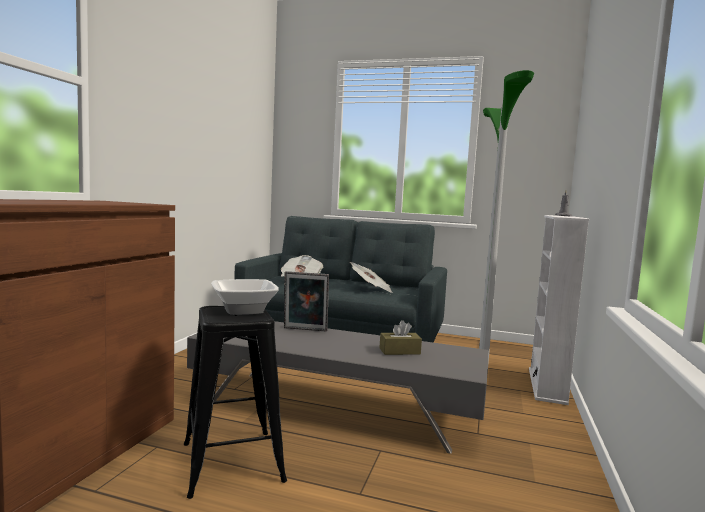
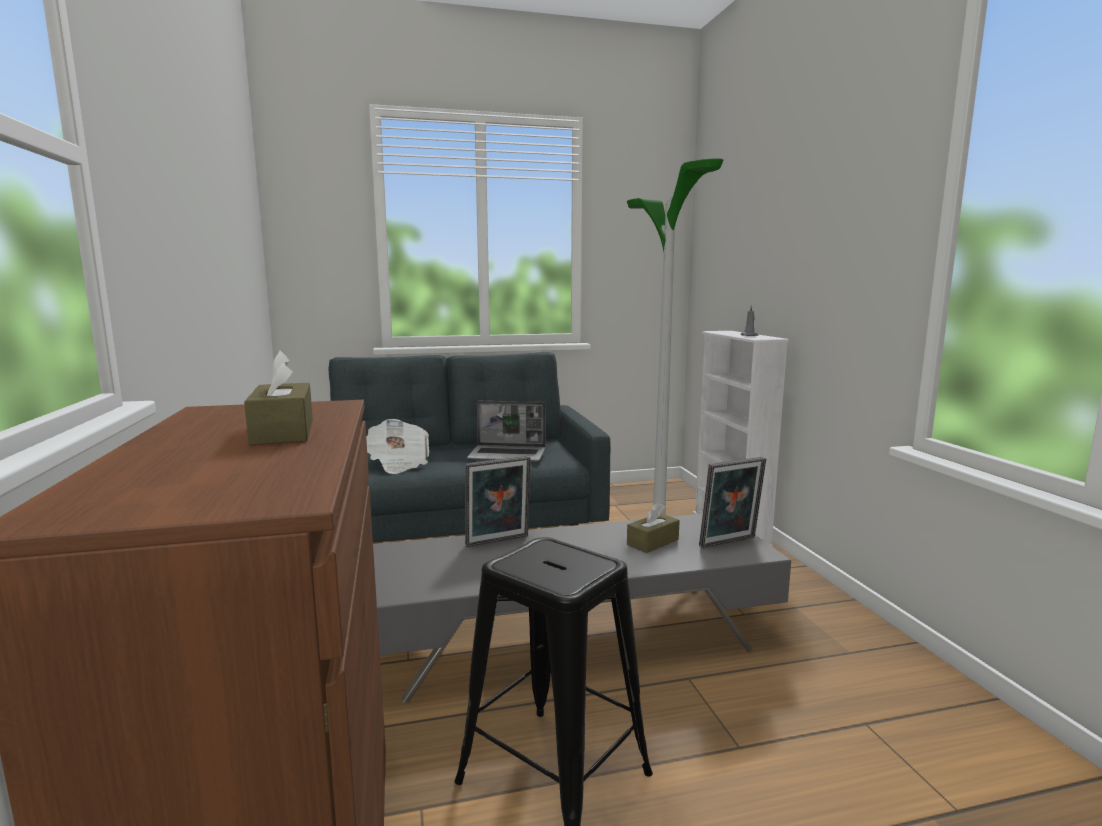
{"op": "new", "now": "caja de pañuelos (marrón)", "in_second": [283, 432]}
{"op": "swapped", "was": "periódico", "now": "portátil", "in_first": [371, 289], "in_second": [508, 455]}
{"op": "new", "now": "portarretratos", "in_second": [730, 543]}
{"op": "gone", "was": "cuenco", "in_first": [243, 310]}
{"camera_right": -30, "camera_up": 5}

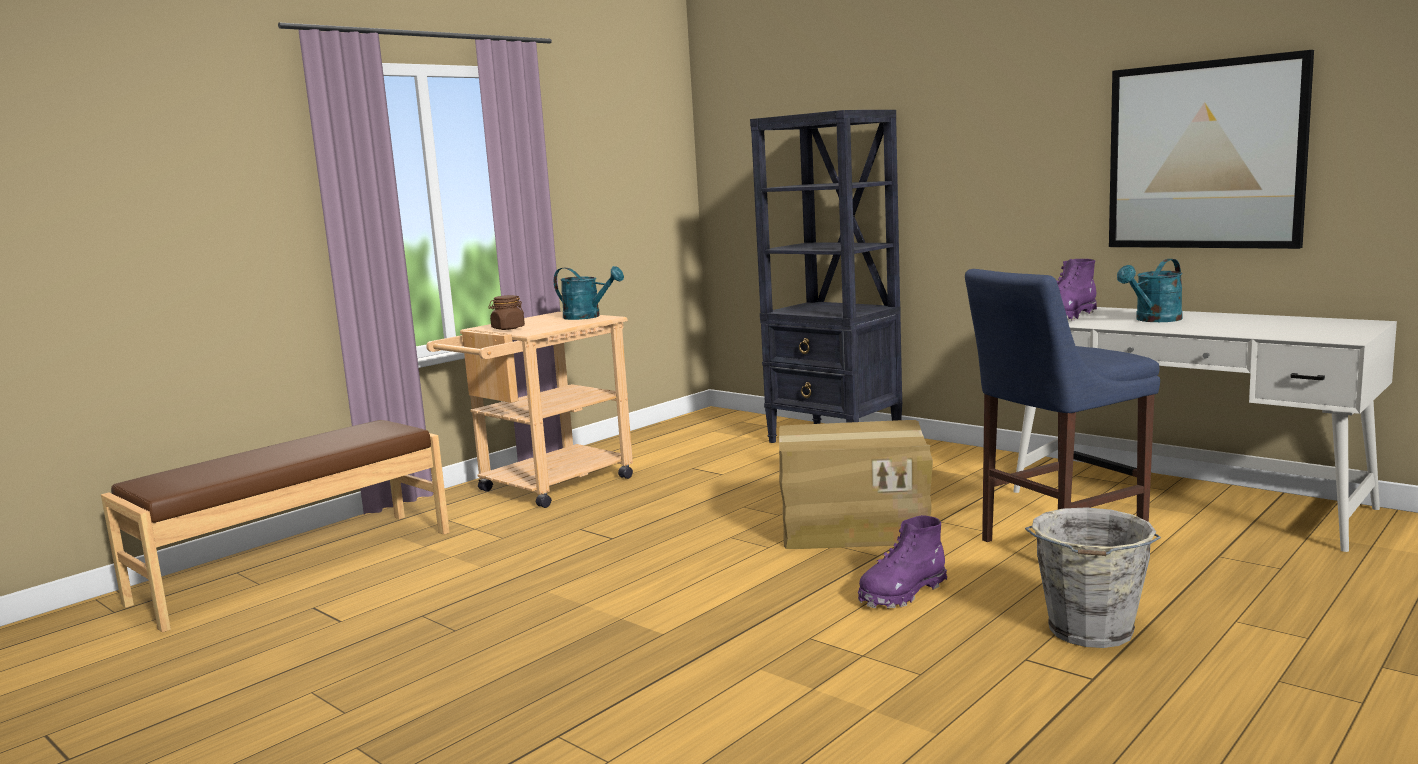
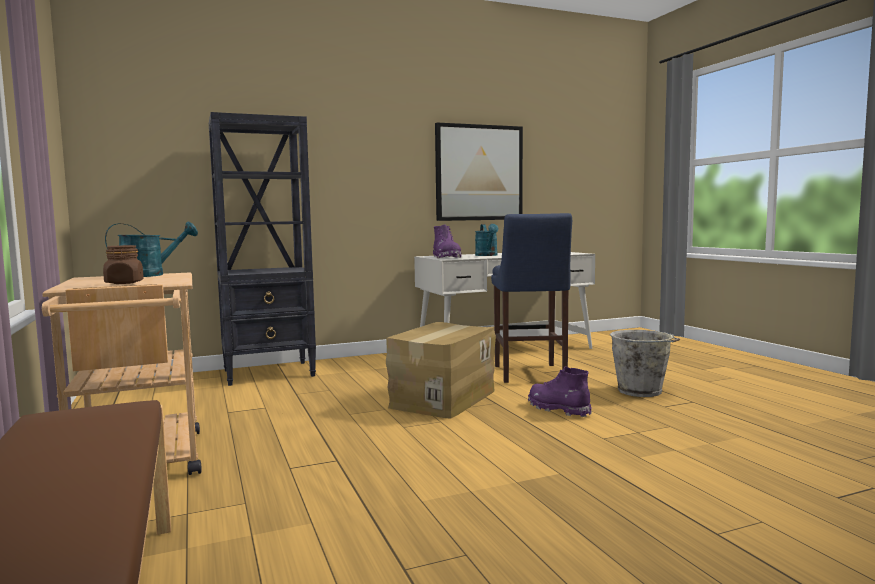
{"op": "rotated", "was": "bota (morado)", "in_first": [901, 593], "in_second": [558, 409], "clockwise": 150}
{"camera_right": -65, "camera_up": -5}

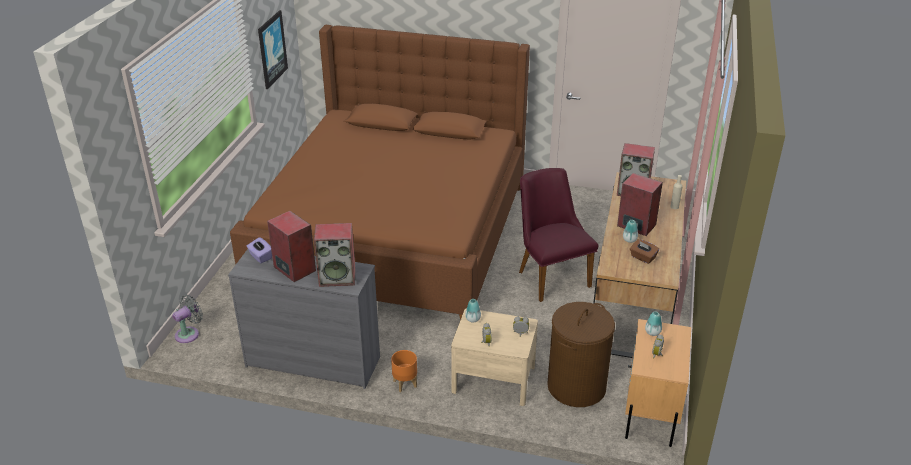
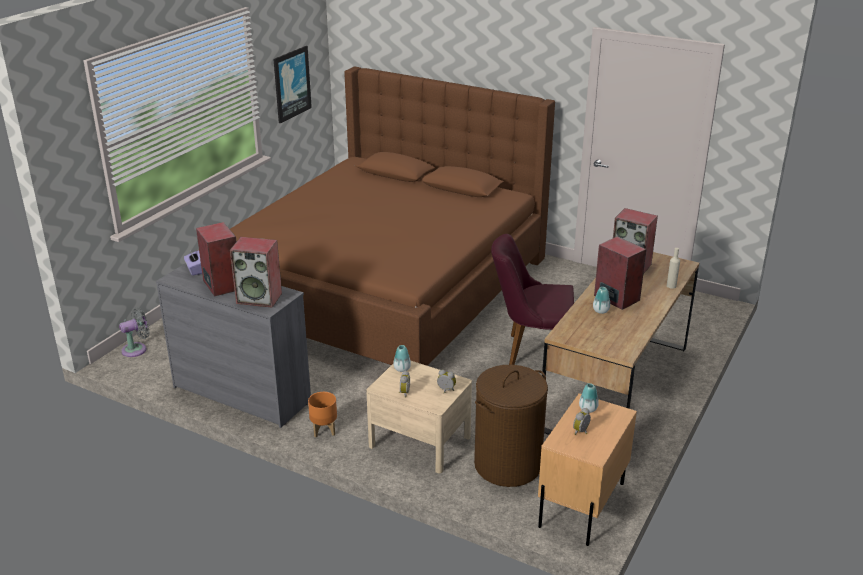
{"op": "rotated", "was": "silla (morado)", "in_first": [550, 275], "in_second": [531, 351], "clockwise": -75}
{"op": "gone", "was": "caja de pañuelos (marrón)", "in_first": [642, 257]}
{"camera_right": 15, "camera_up": -5}

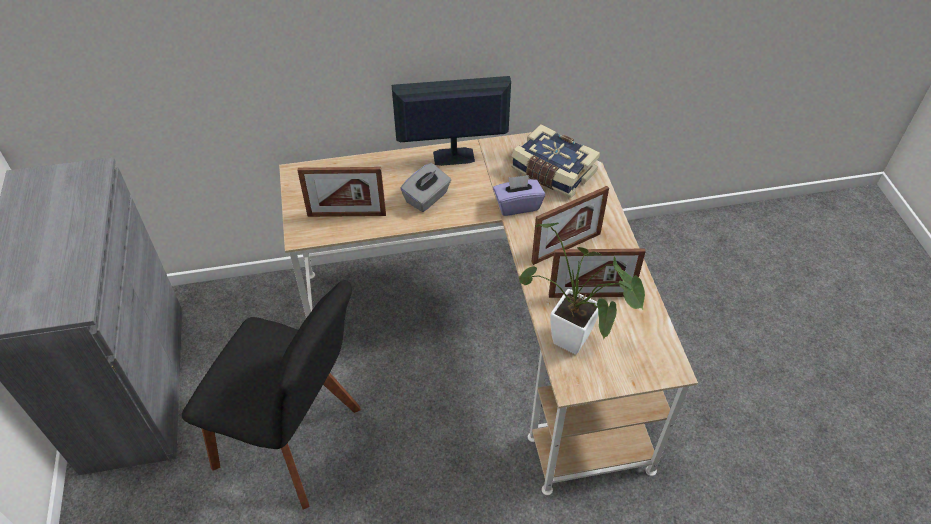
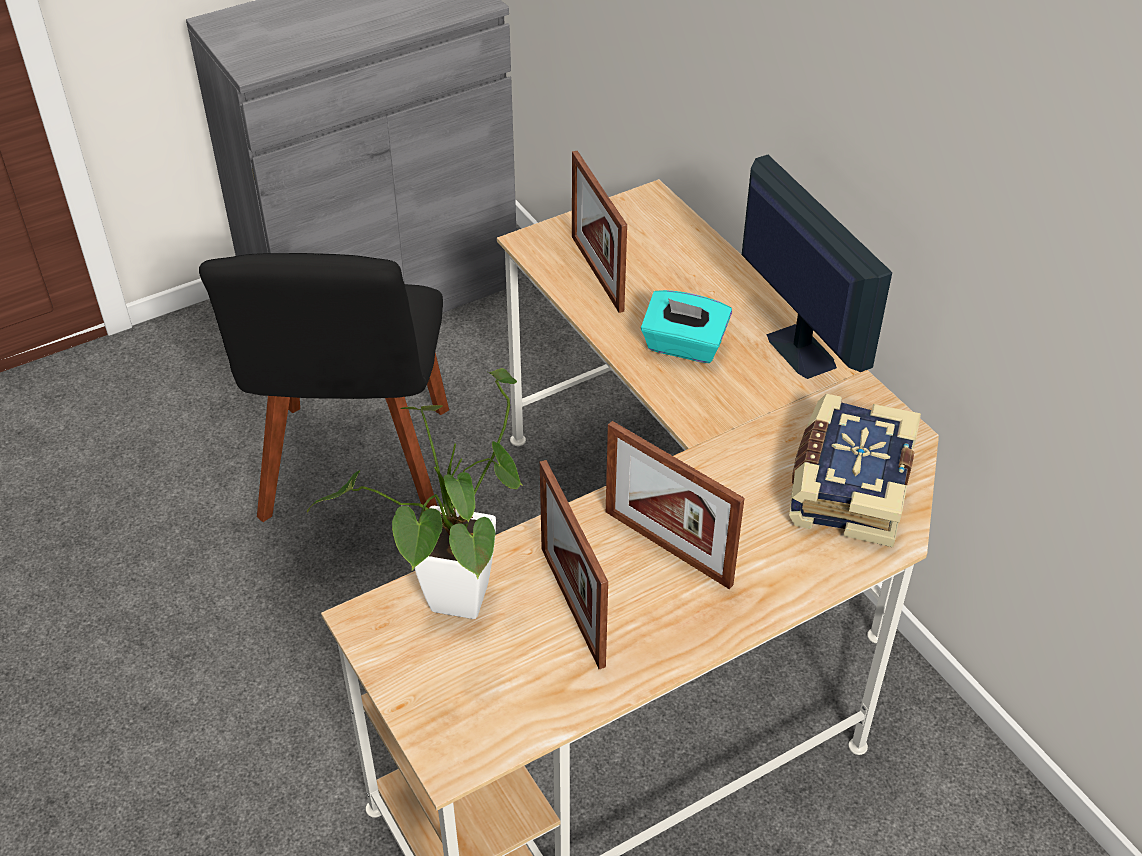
{"op": "repainted", "was": "caja de pañuelos (gris)", "now": "caja de pañuelos (turquesa)", "in_first": [427, 198], "in_second": [684, 346]}
{"op": "gone", "was": "caja de pañuelos (morado)", "in_first": [517, 205]}
{"camera_right": 70, "camera_up": -5}

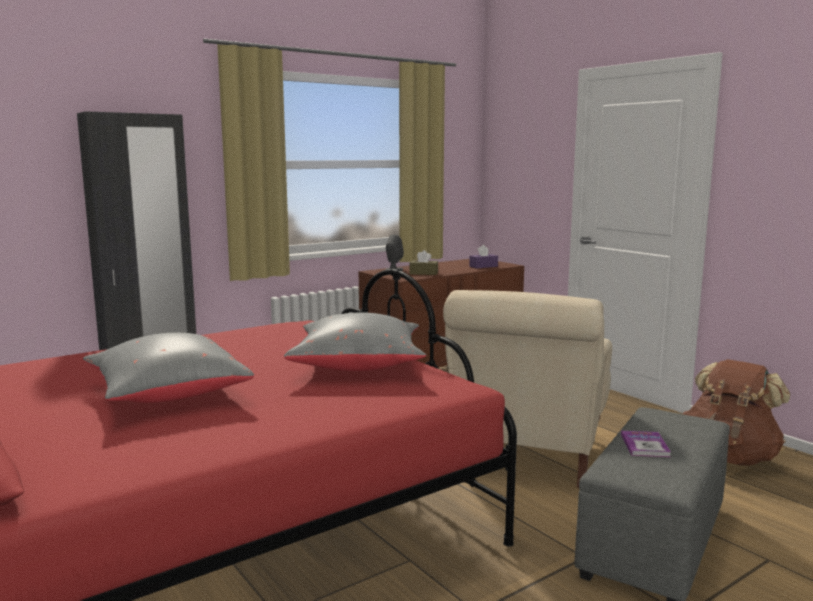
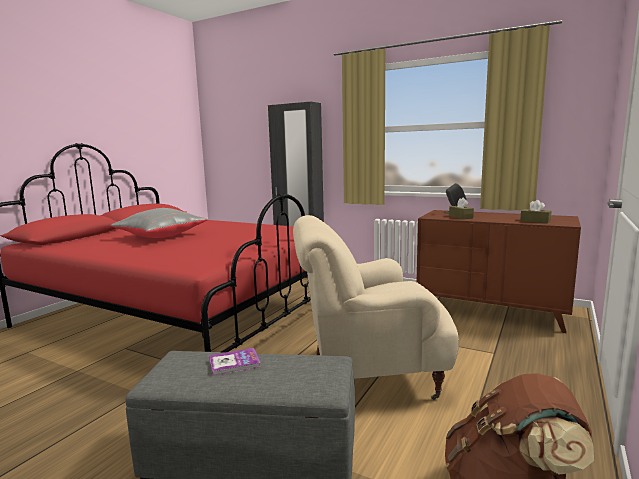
{"op": "repainted", "was": "caja de pañuelos (morado)", "now": "caja de pañuelos (marrón)", "in_first": [483, 266], "in_second": [535, 221]}
{"op": "gone", "was": "cojín (gris)", "in_first": [358, 365]}
{"camera_right": 65, "camera_up": 0}

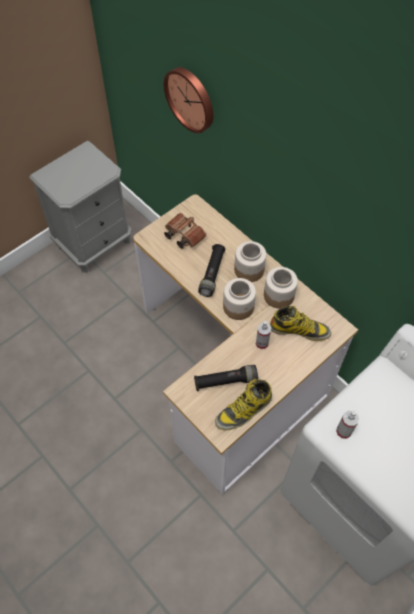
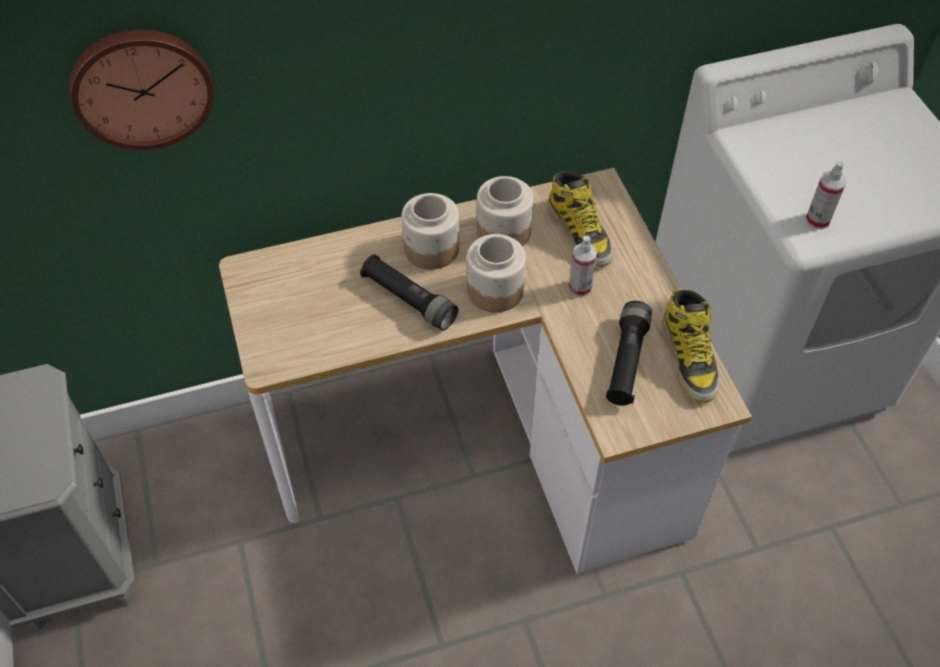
{"op": "rotated", "was": "bota", "in_first": [299, 330], "in_second": [580, 232], "clockwise": 120}
{"op": "gone", "was": "prismáticos (marrón)", "in_first": [183, 235]}
{"camera_right": -65, "camera_up": -5}

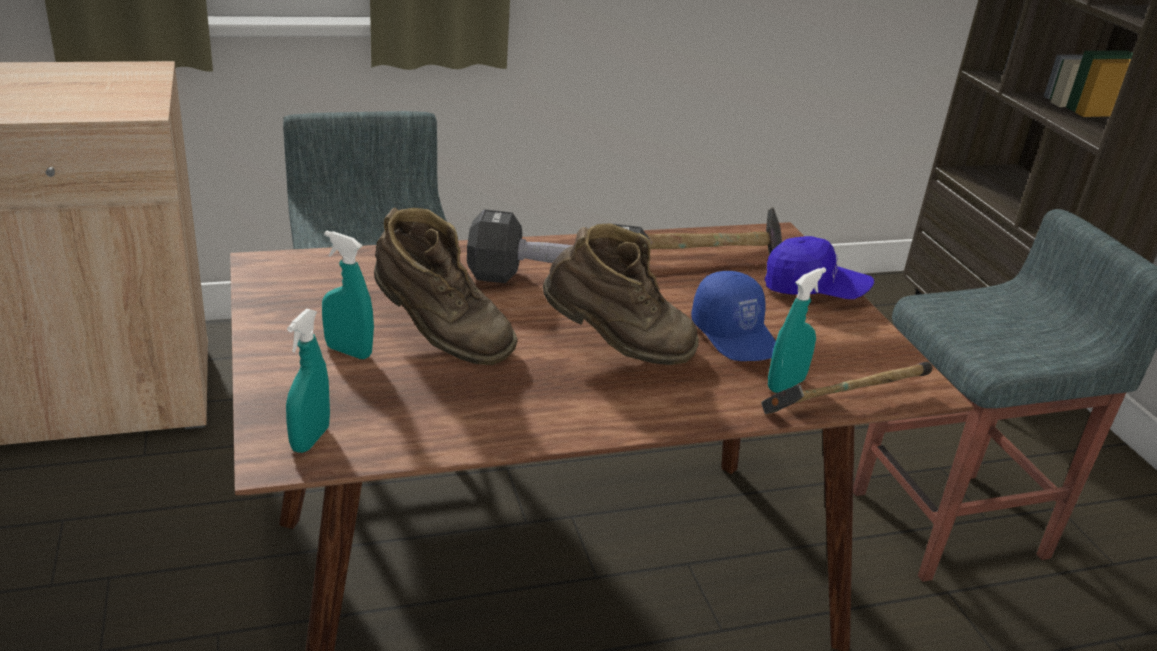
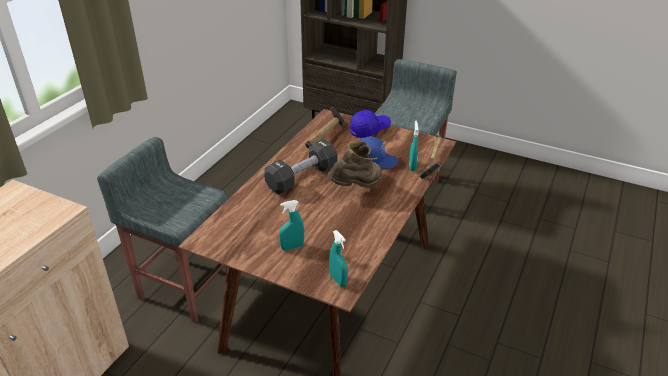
{"op": "gone", "was": "bota (marrón)", "in_first": [439, 338]}
{"camera_right": -45, "camera_up": 5}

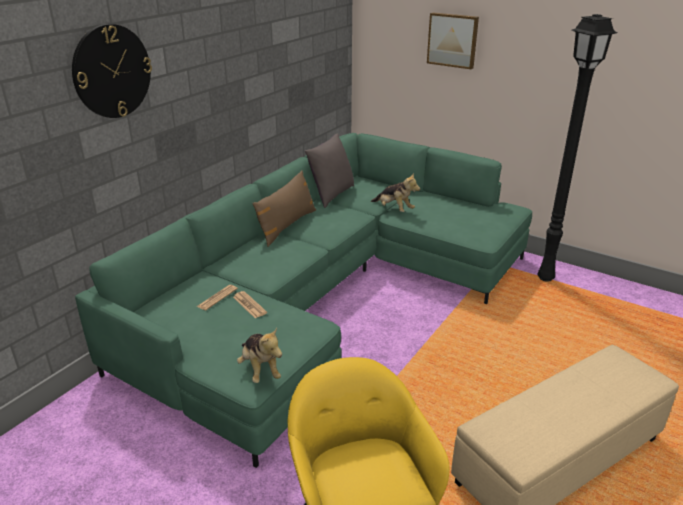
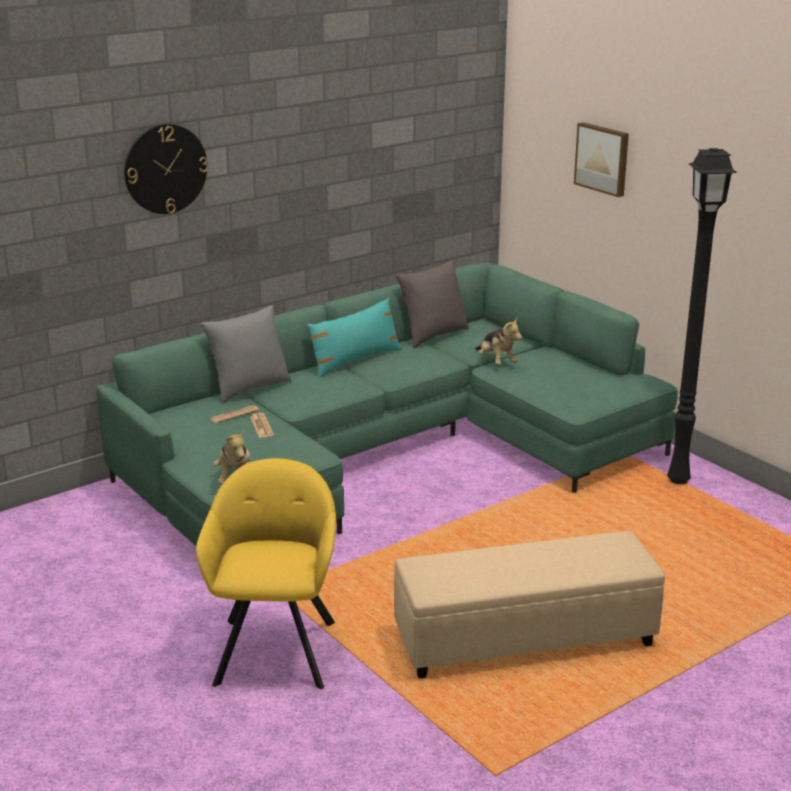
{"op": "new", "now": "cojín (gris)", "in_second": [249, 389]}
{"op": "repainted", "was": "cojín (marrón)", "now": "cojín (turquesa)", "in_first": [286, 226], "in_second": [355, 360]}
{"camera_right": 20, "camera_up": -5}

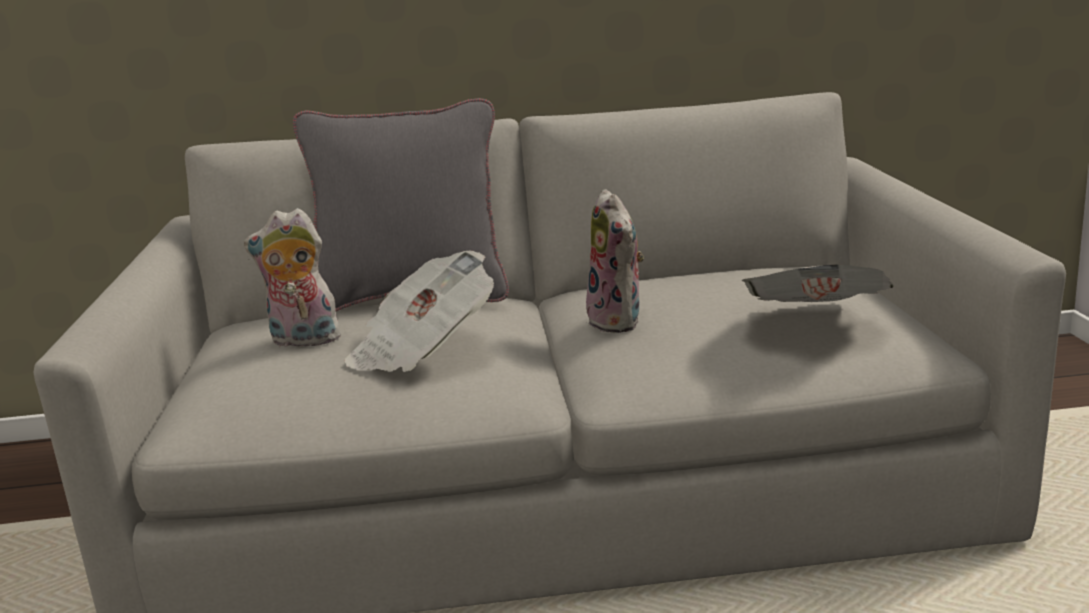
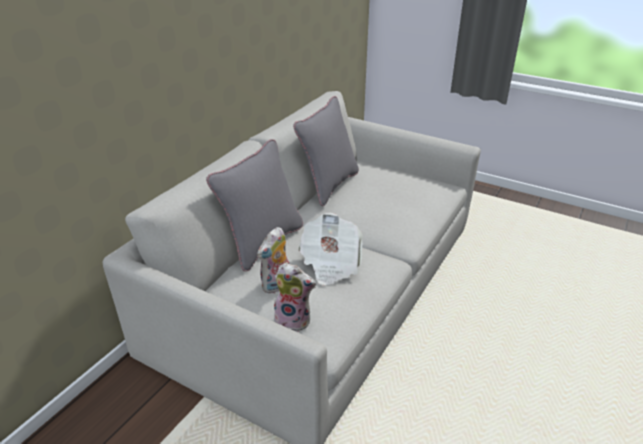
{"op": "shifted", "was": "peluche", "in_first": [619, 322], "in_second": [294, 320]}
{"op": "new", "now": "cojín (gris)", "in_second": [328, 185]}
{"op": "gone", "was": "periódico", "in_first": [816, 324]}
{"camera_right": -55, "camera_up": 15}

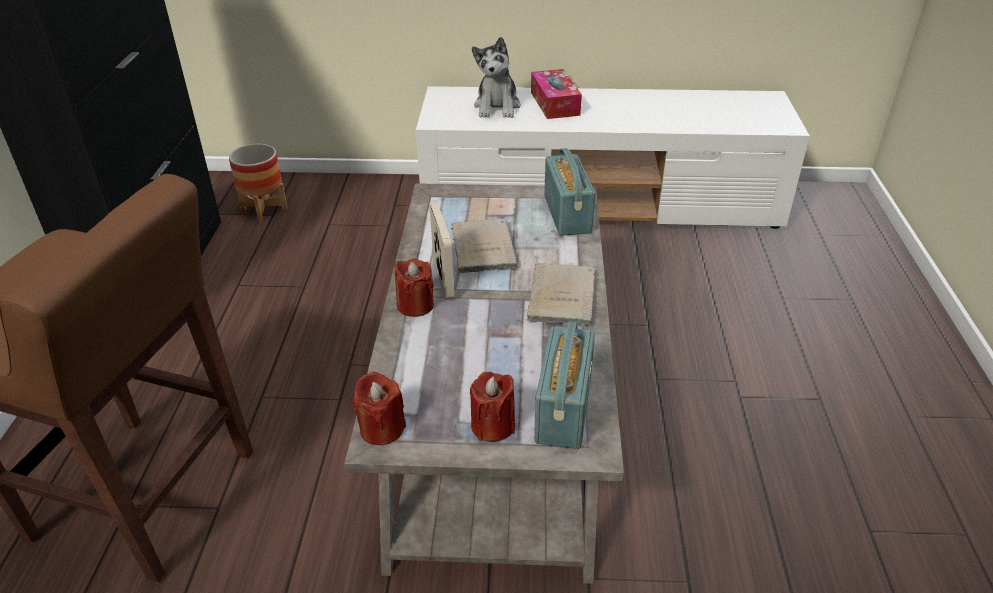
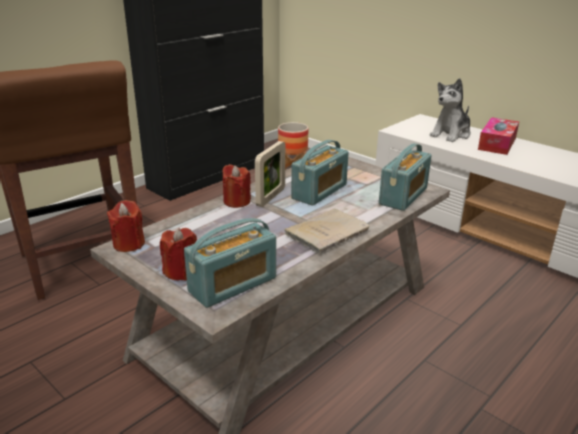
{"op": "swapped", "was": "libro (beis)", "now": "radio", "in_first": [482, 247], "in_second": [319, 191]}
{"camera_right": 40, "camera_up": -10}

